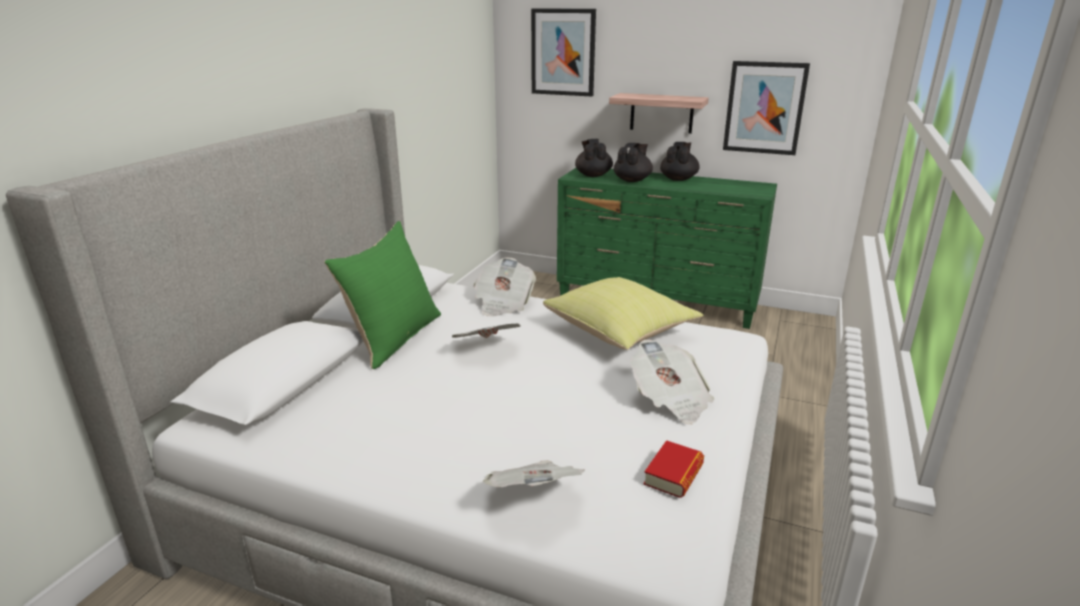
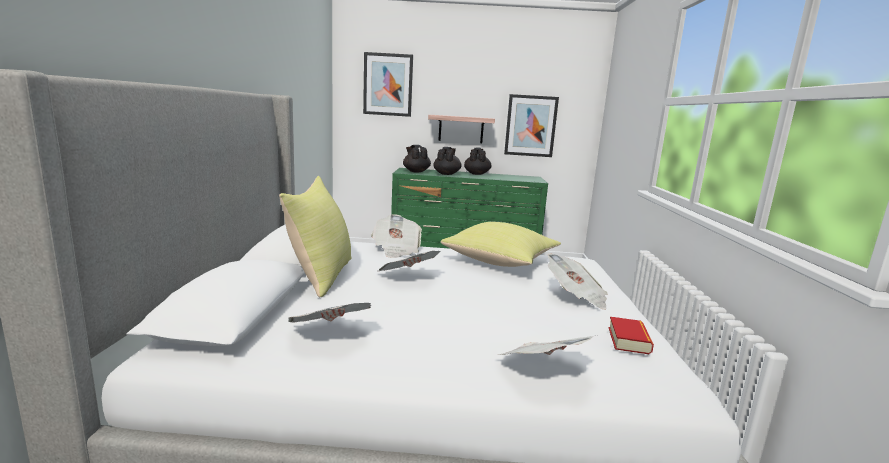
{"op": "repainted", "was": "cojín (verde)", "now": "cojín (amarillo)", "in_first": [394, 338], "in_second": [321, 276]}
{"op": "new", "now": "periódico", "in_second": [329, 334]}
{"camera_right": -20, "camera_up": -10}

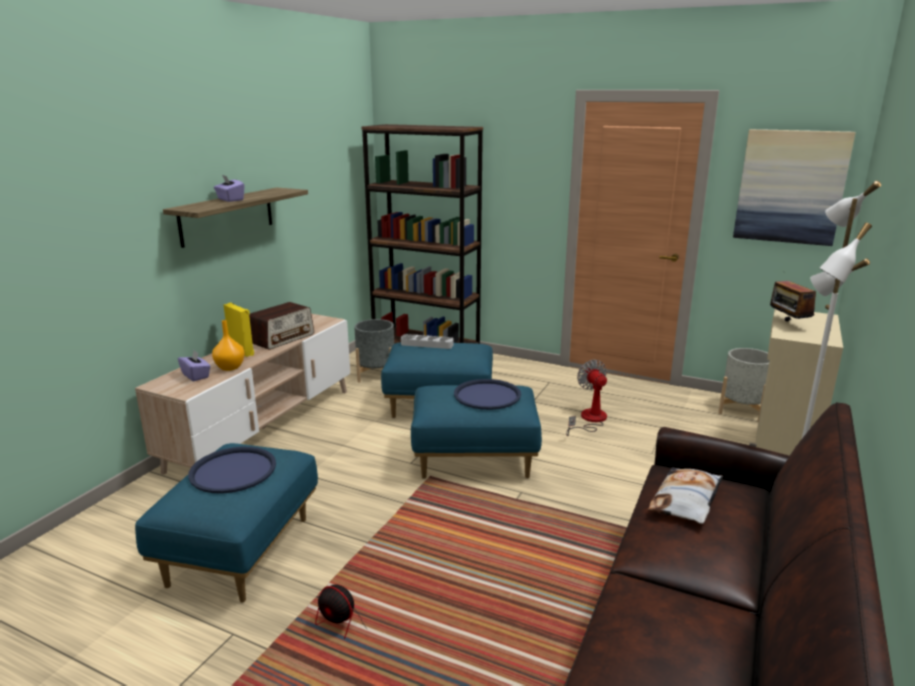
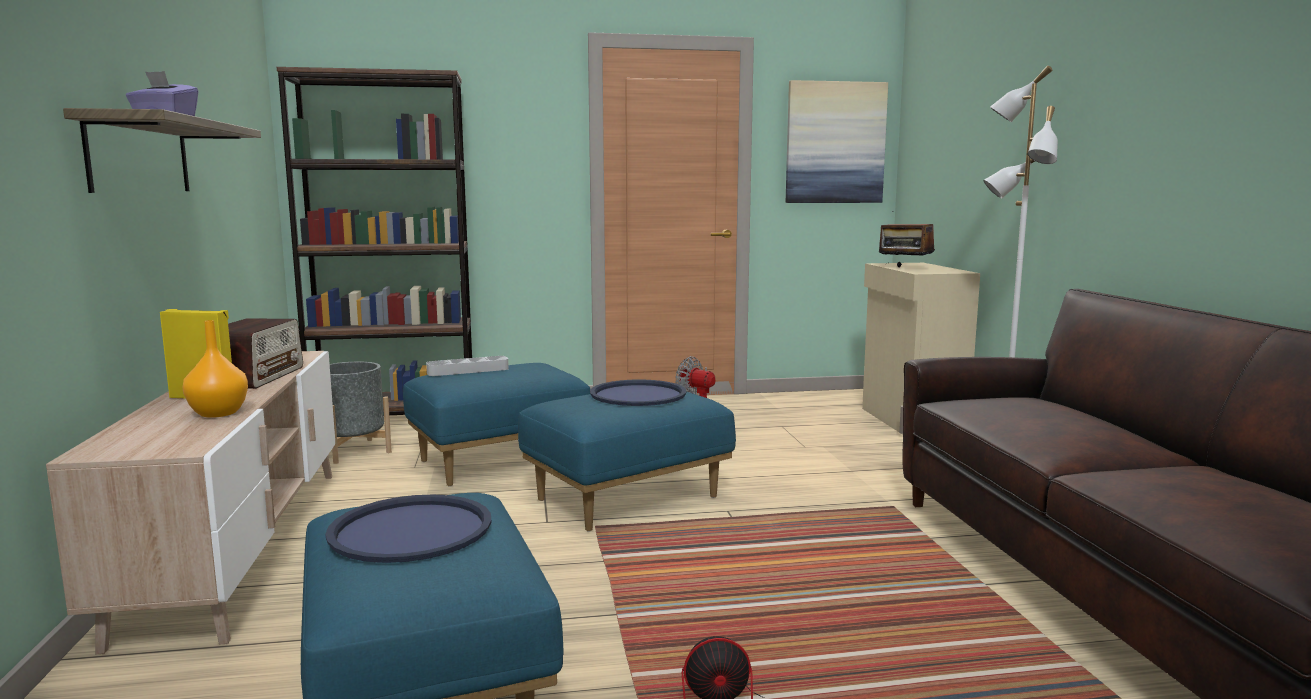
{"op": "gone", "was": "caja de pañuelos (morado)", "in_first": [196, 375]}
{"op": "gone", "was": "cojín", "in_first": [686, 500]}
{"op": "gone", "was": "maceta (gris)", "in_first": [742, 410]}
{"camera_right": -35, "camera_up": -10}

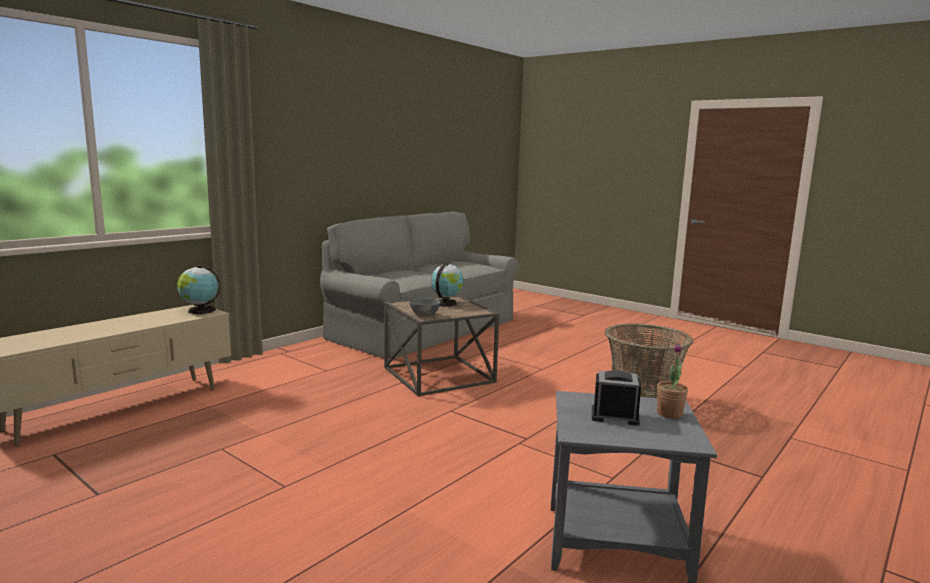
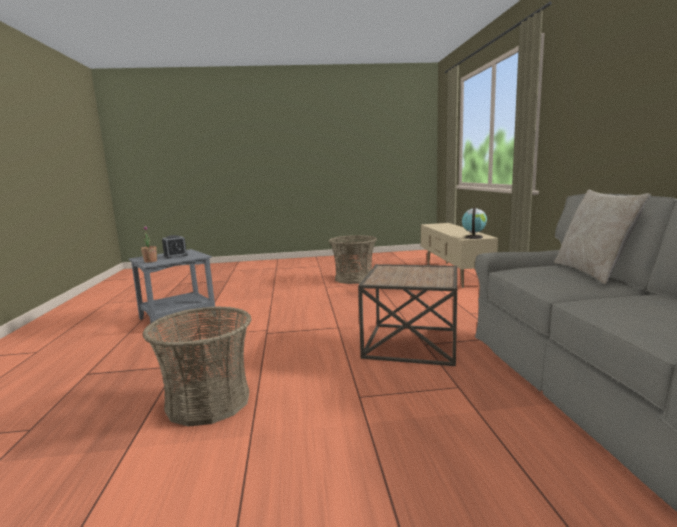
{"op": "new", "now": "cesta", "in_second": [354, 278]}
{"op": "new", "now": "cojín (beis)", "in_second": [592, 272]}
{"op": "gone", "was": "cuenco (gris)", "in_first": [424, 315]}
{"op": "gone", "was": "globo terráqueo", "in_first": [446, 303]}
{"camera_right": 135, "camera_up": 0}

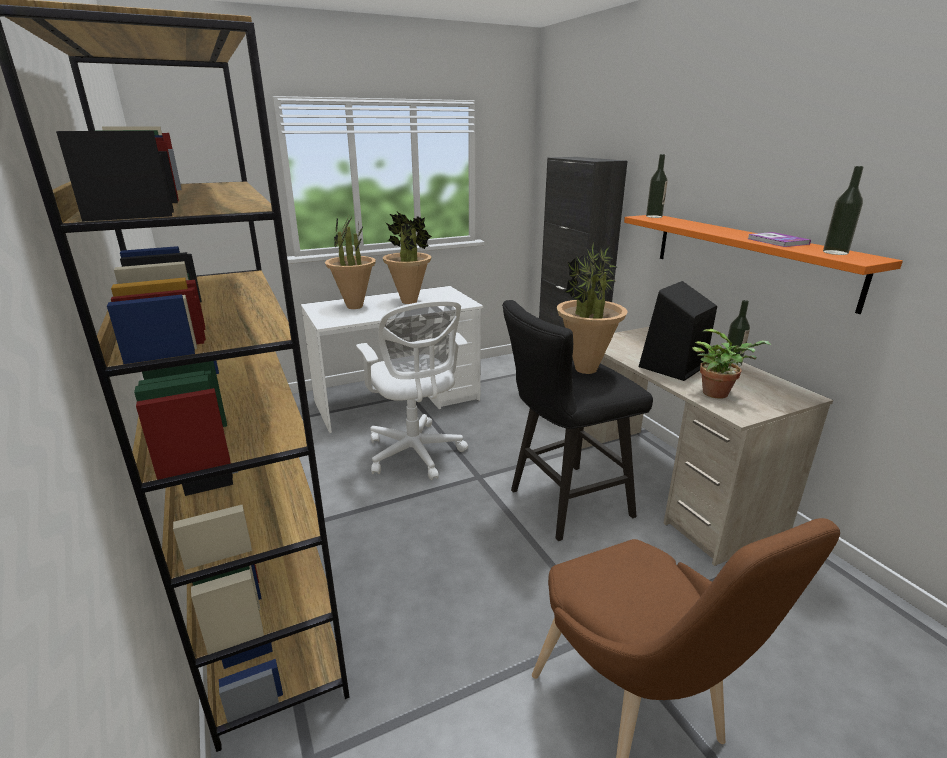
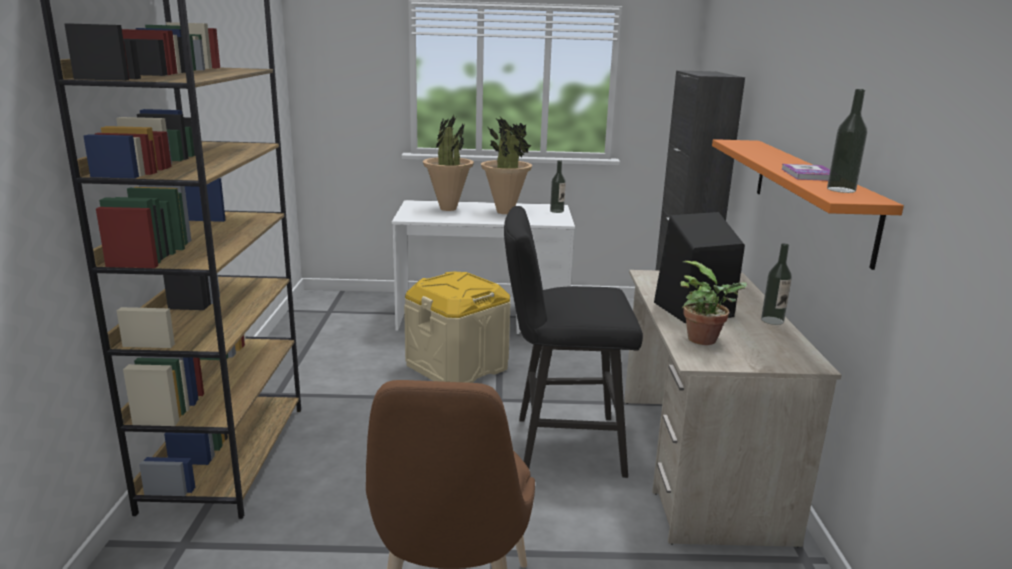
{"op": "swapped", "was": "silla de oficina (blanco)", "now": "caja de almacenaje (beis)", "in_first": [416, 454], "in_second": [457, 366]}
{"op": "shifted", "was": "botella", "in_first": [654, 216], "in_second": [557, 211]}
{"op": "gone", "was": "planta en maceta", "in_first": [586, 369]}
{"camera_right": 25, "camera_up": -5}

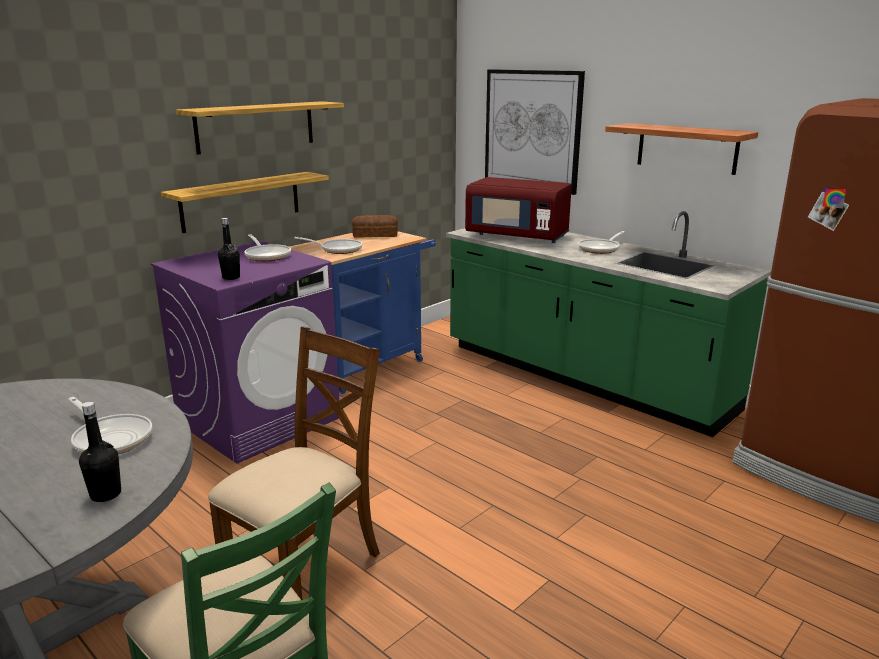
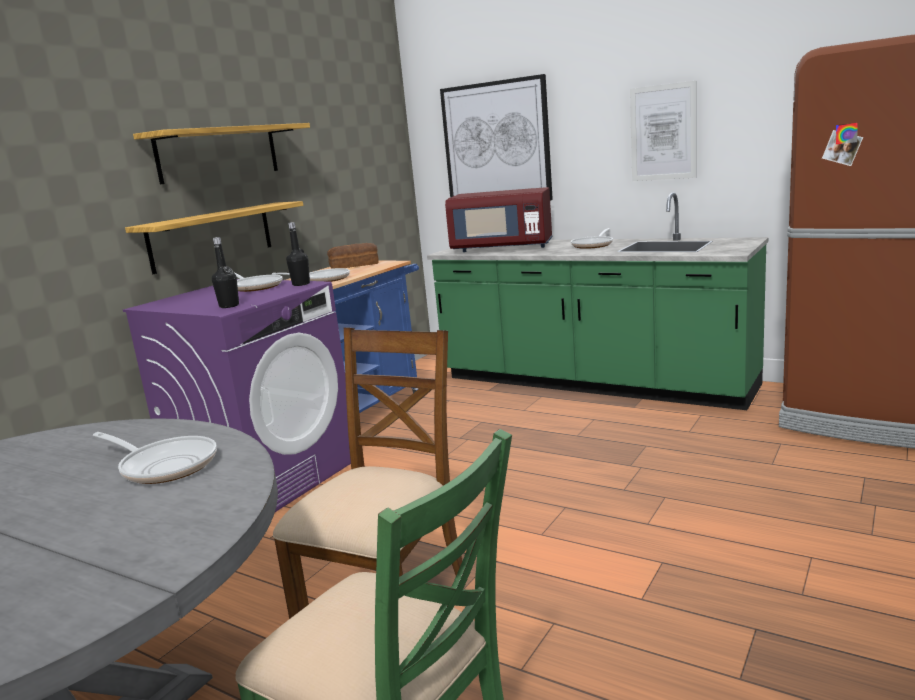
{"op": "shifted", "was": "botella (negro)", "in_first": [106, 494], "in_second": [301, 284]}
{"op": "swapped", "was": "estante", "now": "cuadro", "in_first": [687, 148], "in_second": [663, 132]}
{"camera_right": -10, "camera_up": -5}

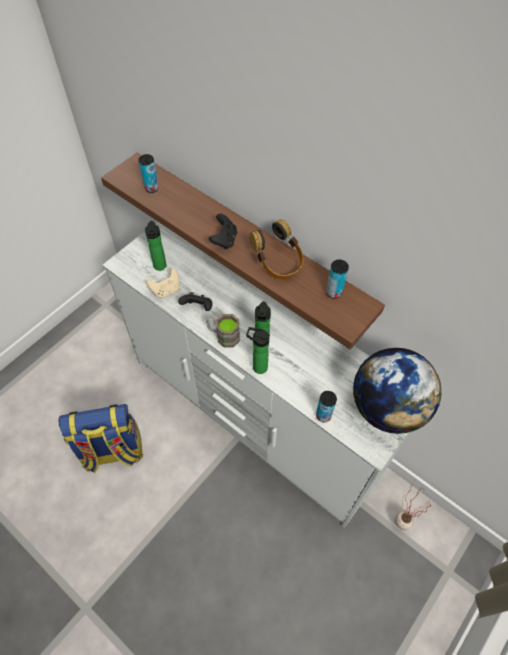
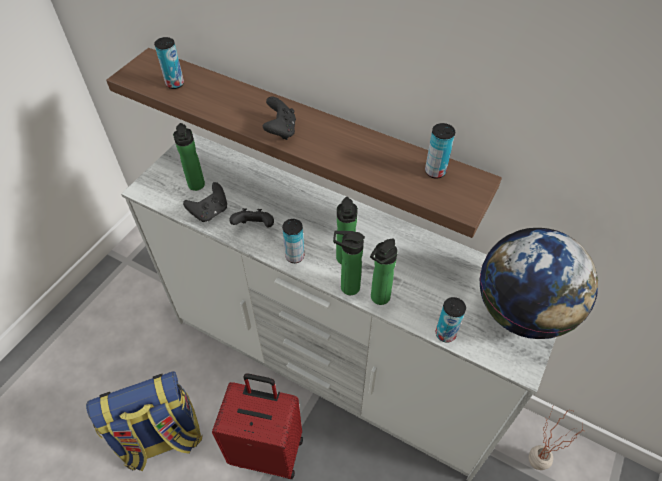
{"op": "repainted", "was": "mando de consola (beis)", "now": "mando de consola (negro)", "in_first": [166, 290], "in_second": [210, 212]}
{"op": "new", "now": "maleta (rojo)", "in_second": [268, 450]}
{"op": "swapped", "was": "taza grande (marrón)", "now": "lata", "in_first": [223, 336], "in_second": [295, 256]}
{"op": "new", "now": "botella", "in_second": [378, 299]}
{"op": "gone", "was": "auriculares", "in_first": [278, 263]}
{"camera_right": -10, "camera_up": -5}

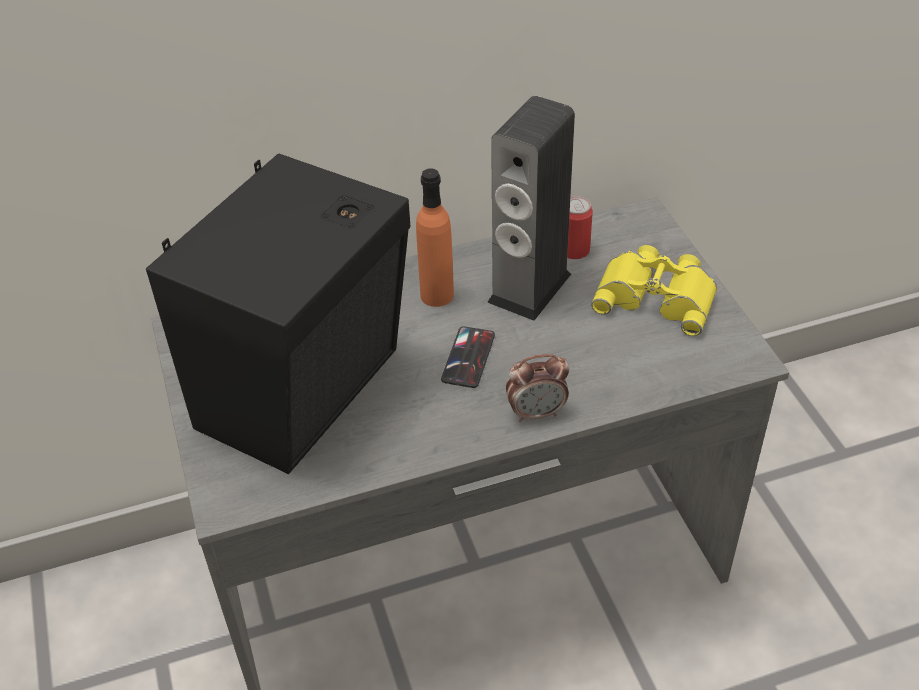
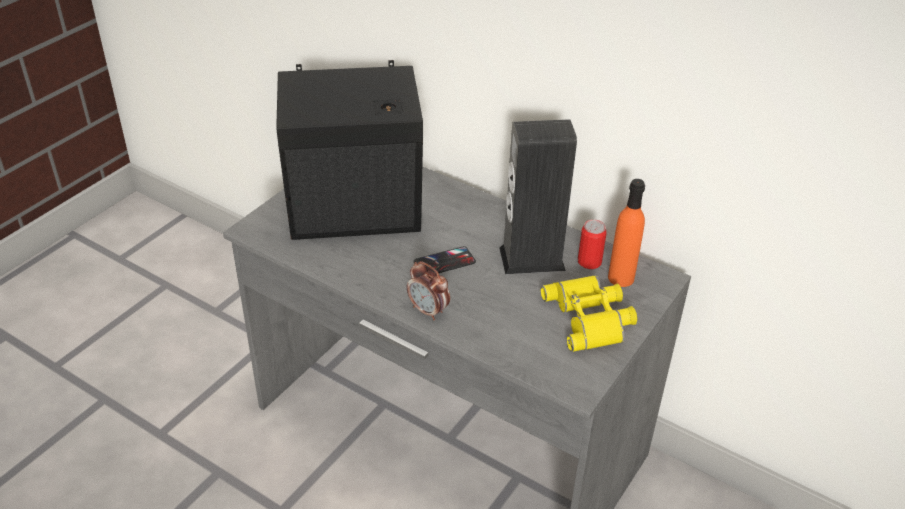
{"op": "shifted", "was": "botella (naranja)", "in_first": [437, 295], "in_second": [621, 278]}
{"camera_right": 50, "camera_up": -5}

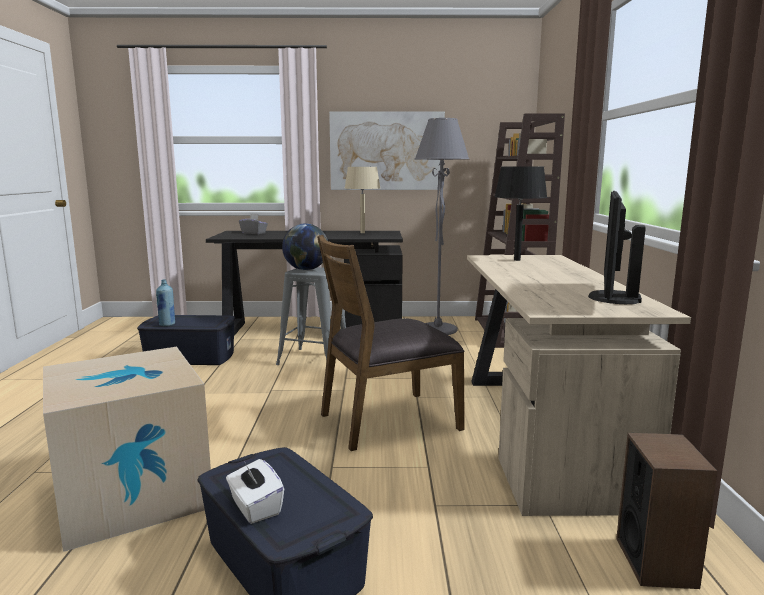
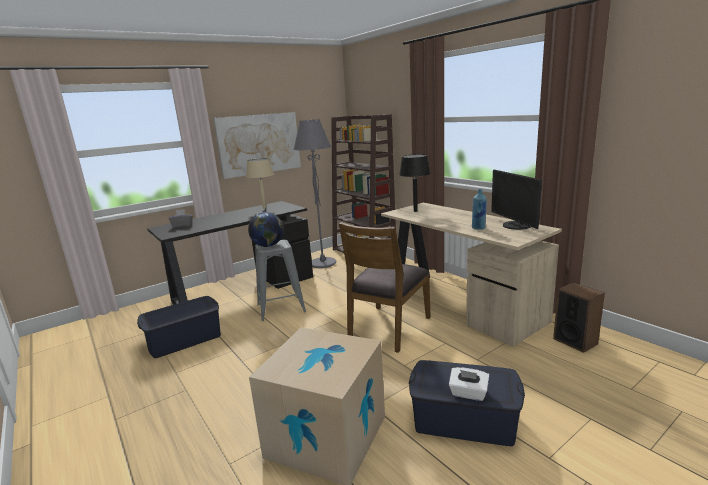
{"op": "shifted", "was": "botella (azul)", "in_first": [167, 324], "in_second": [478, 228]}
{"camera_right": -35, "camera_up": 5}

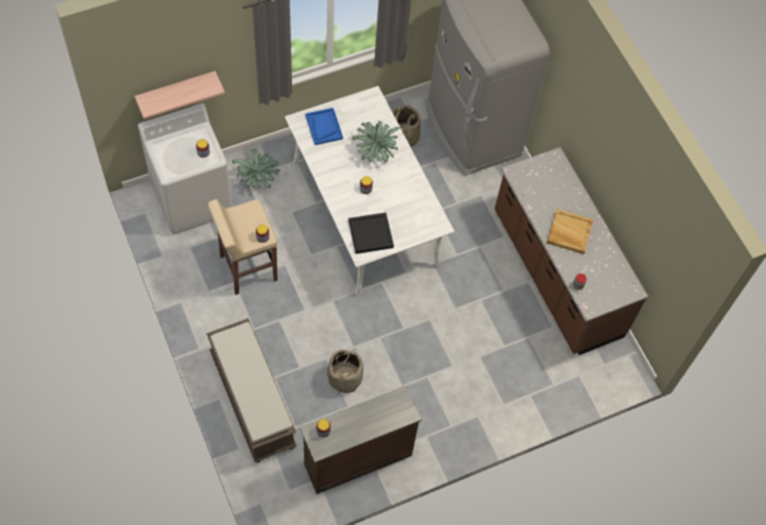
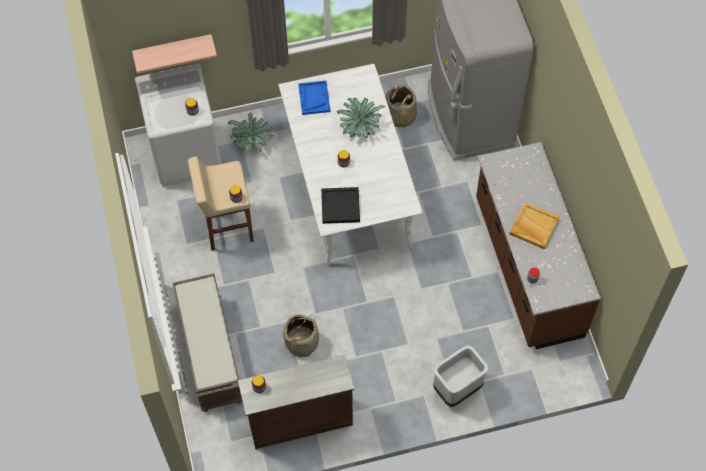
{"op": "new", "now": "papelera (gris)", "in_second": [457, 388]}
{"camera_right": 15, "camera_up": 0}

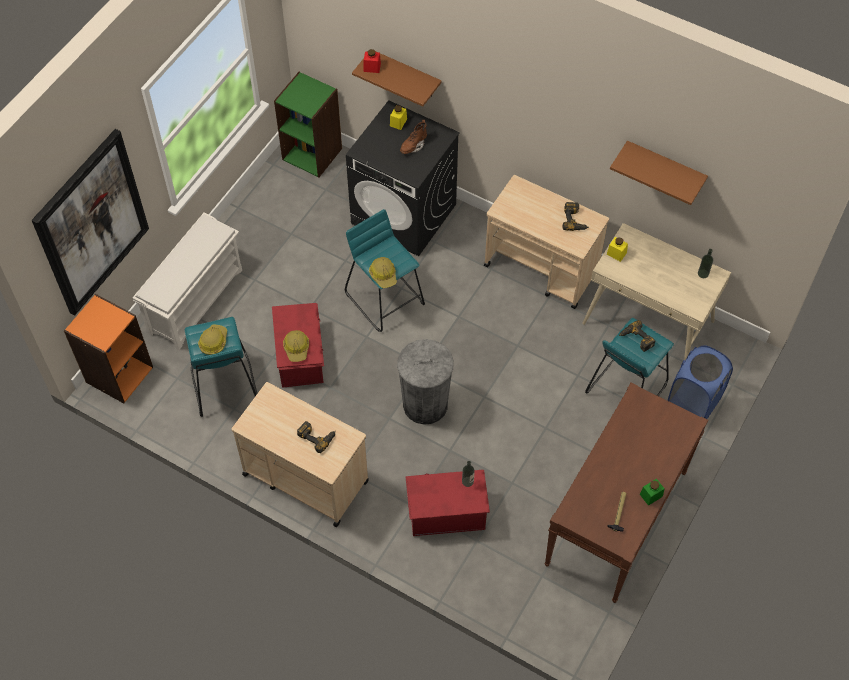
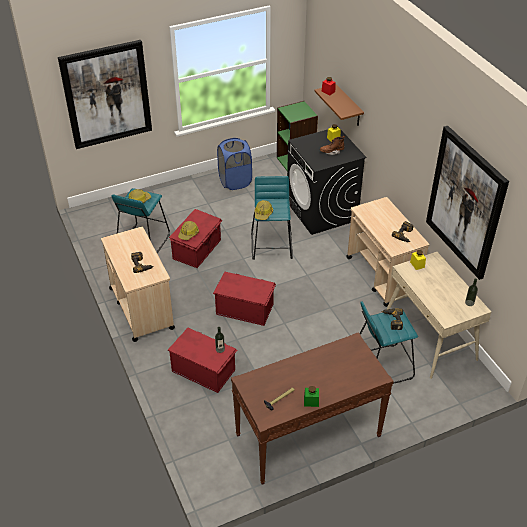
{"op": "swapped", "was": "papelera (gris)", "now": "caja de almacenaje (rojo)", "in_first": [425, 404], "in_second": [244, 308]}
{"op": "shifted", "was": "cesto de la ropa (azul)", "in_first": [693, 402], "in_second": [235, 181]}
{"op": "swapped", "was": "estante (marrón)", "now": "cuadro", "in_first": [665, 167], "in_second": [465, 202]}
{"op": "gone", "was": "estantería (naranja)", "in_first": [119, 374]}
{"op": "gone", "was": "zapatero (blanco)", "in_first": [196, 300]}
{"camera_right": 35, "camera_up": -15}

